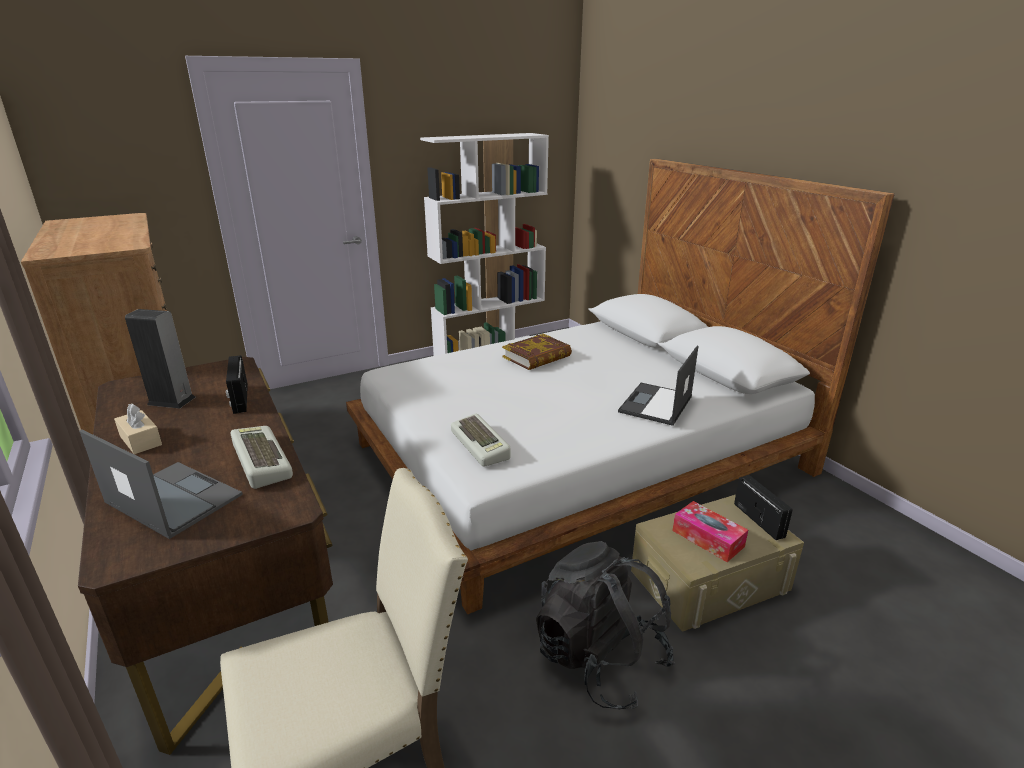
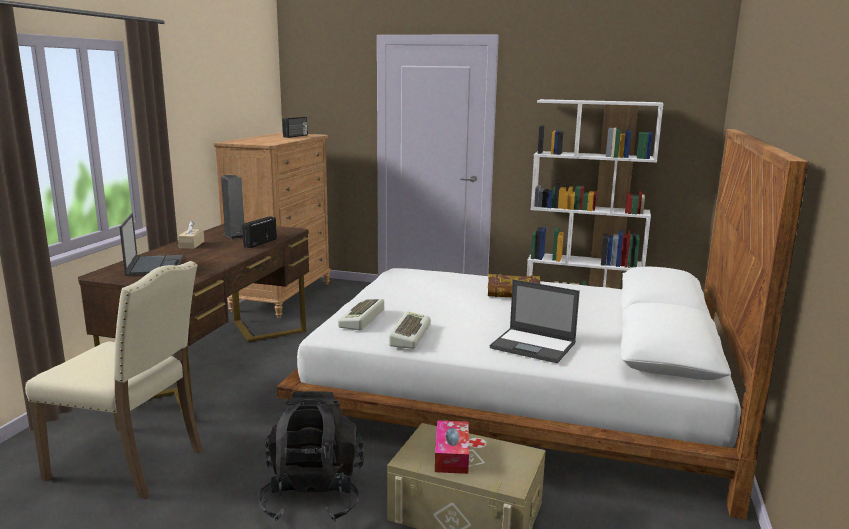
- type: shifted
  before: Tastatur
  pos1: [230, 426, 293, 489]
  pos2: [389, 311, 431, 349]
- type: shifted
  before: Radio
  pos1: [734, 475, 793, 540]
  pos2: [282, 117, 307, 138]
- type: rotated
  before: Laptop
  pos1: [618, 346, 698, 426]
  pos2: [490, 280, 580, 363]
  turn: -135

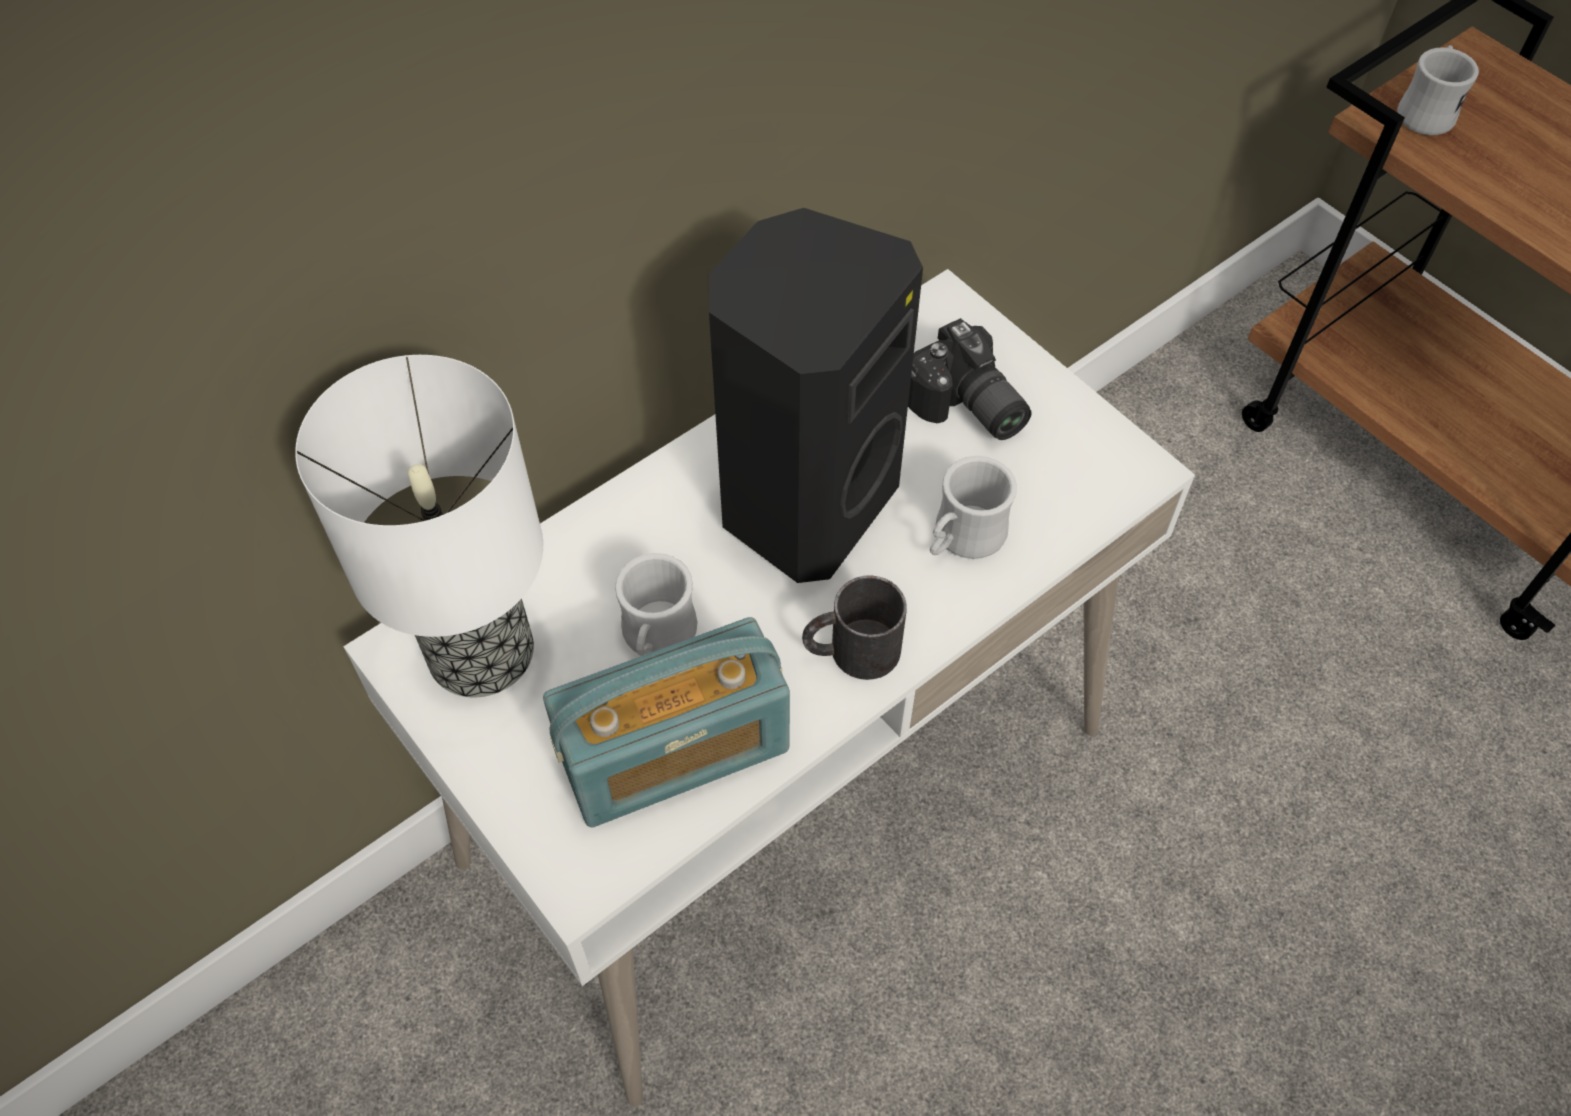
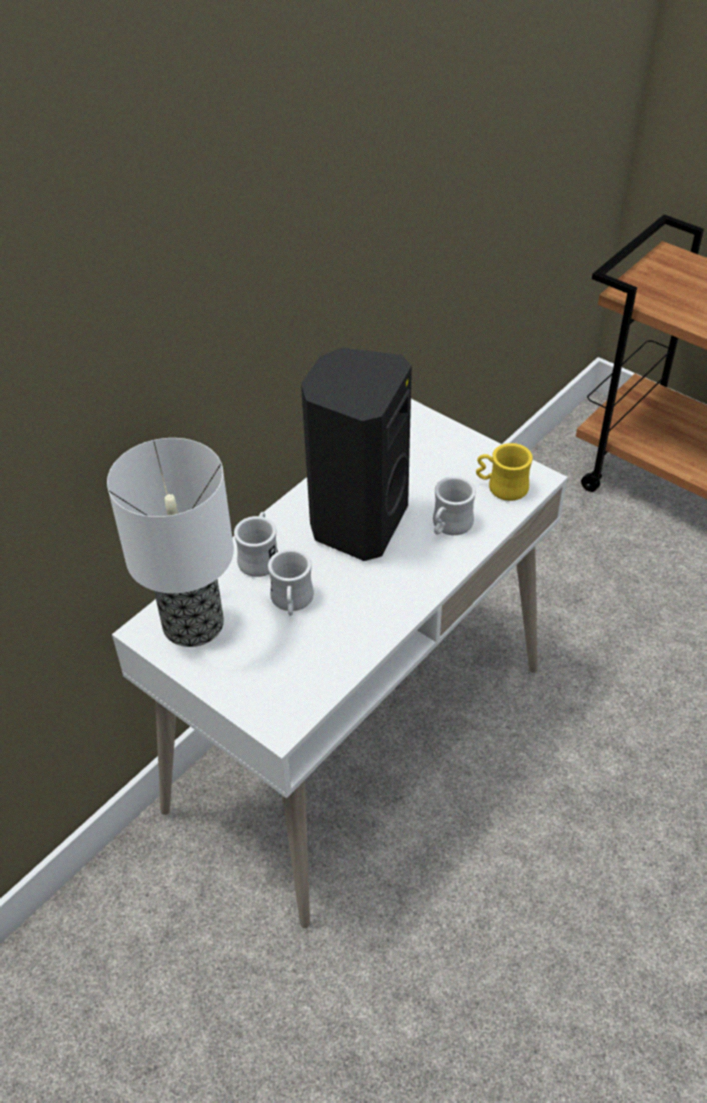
- type: gone
  before: Radio
  pos1: [543, 617, 790, 828]
- type: gone
  before: Henkelbecher (schwarz)
  pos1: [802, 575, 907, 680]
- type: gone
  before: Kamera
  pos1: [908, 318, 1032, 440]
- type: new
  after: Henkelbecher (gelb)
  pos2: [476, 443, 533, 501]
- type: shifted
  before: Henkelbecher (weiß)
  pos1: [1397, 45, 1479, 135]
  pos2: [234, 512, 278, 577]

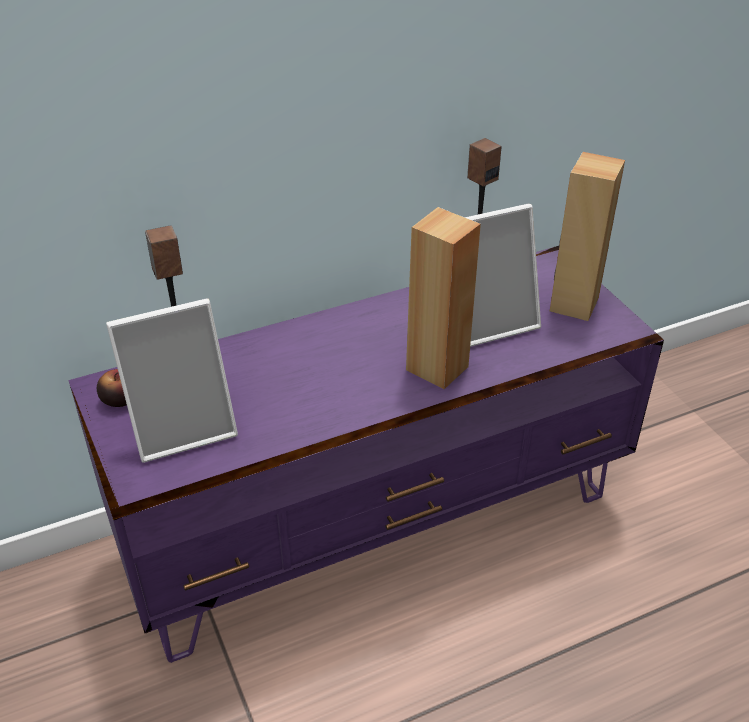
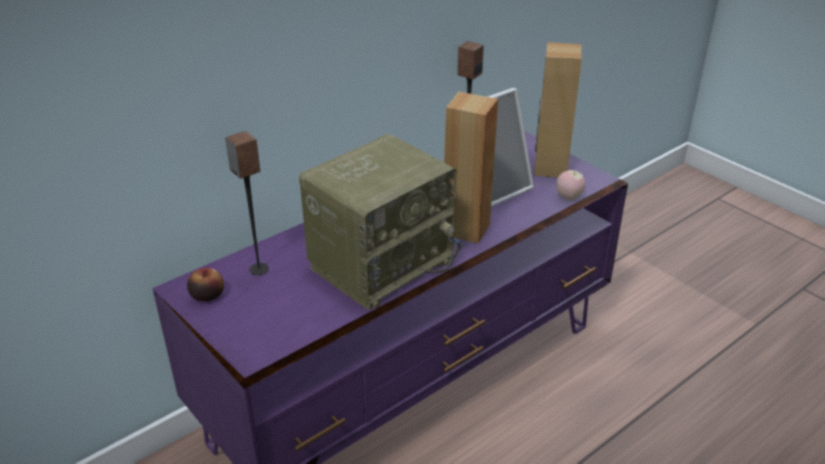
- type: gone
  before: Bilderrahmen
  pos1: [106, 298, 238, 463]
- type: new
  after: Radio
  pos2: [299, 134, 461, 310]
- type: new
  after: Apfel
  pos2: [557, 170, 585, 200]

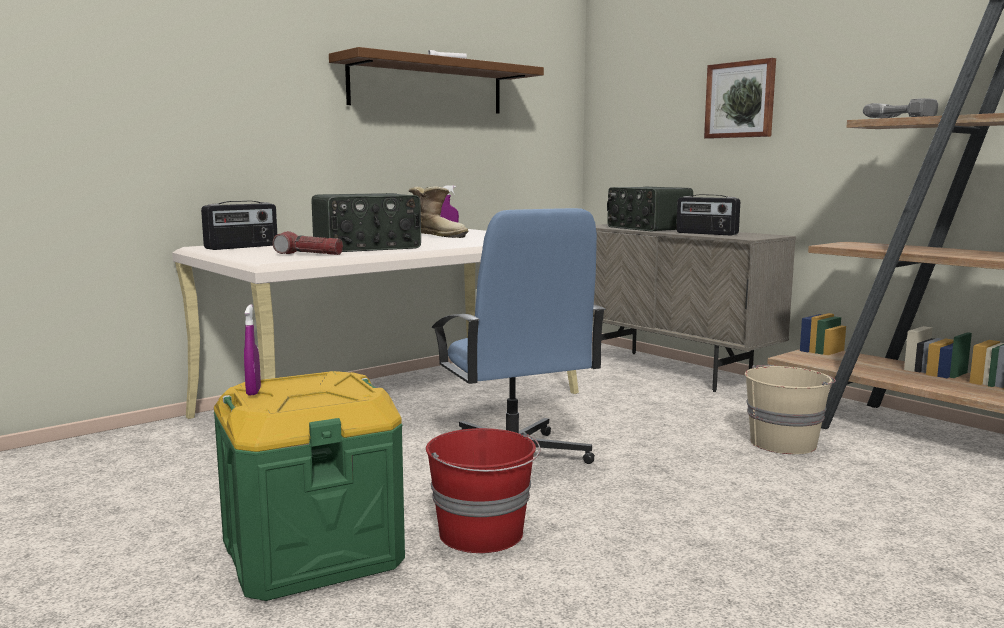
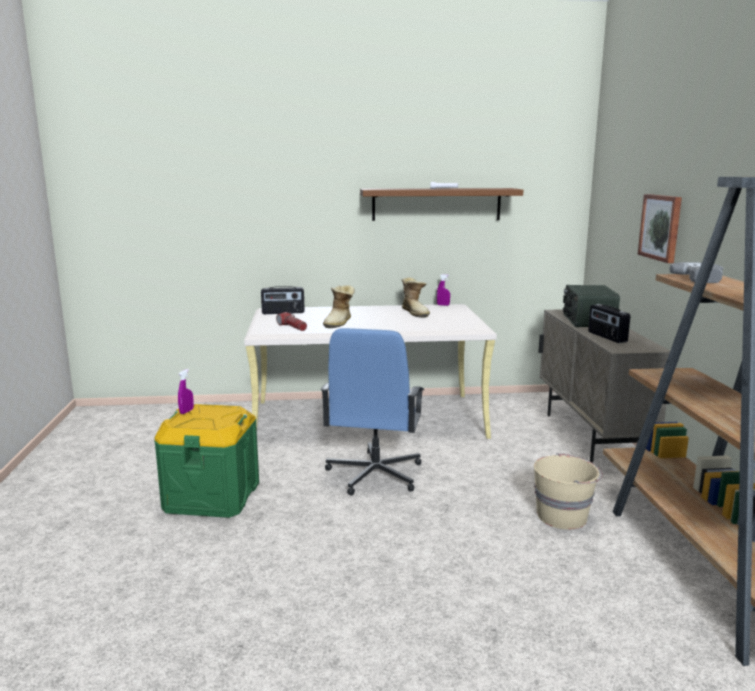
- type: gone
  before: Eimer (rot)
  pos1: [426, 428, 540, 553]
- type: swapped
  before: Radio
  after: Stiefel
  pos1: [311, 193, 421, 252]
  pos2: [323, 285, 355, 328]

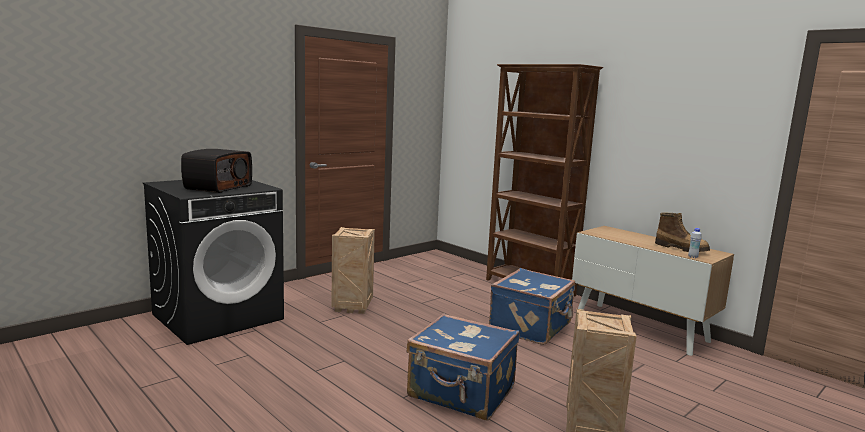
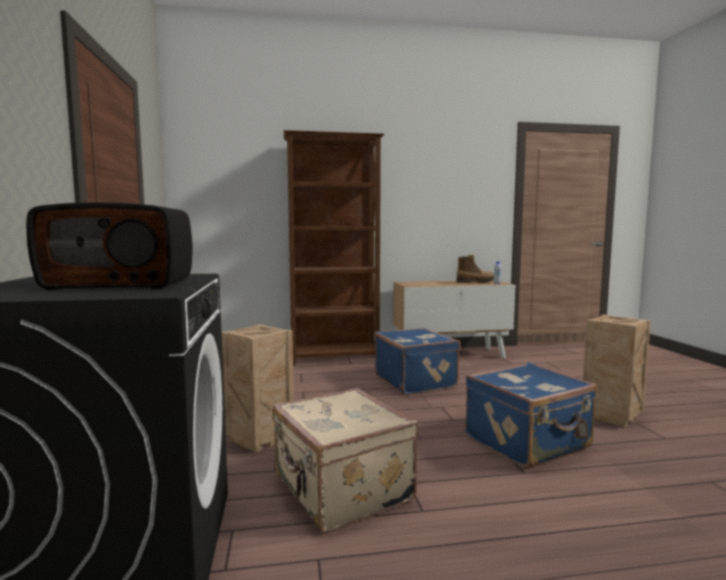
- type: new
  after: Koffer (beige)
  pos2: [272, 388, 418, 532]
- type: rotated
  before: Radio
  pos1: [181, 149, 252, 193]
  pos2: [26, 202, 192, 290]
  turn: 120

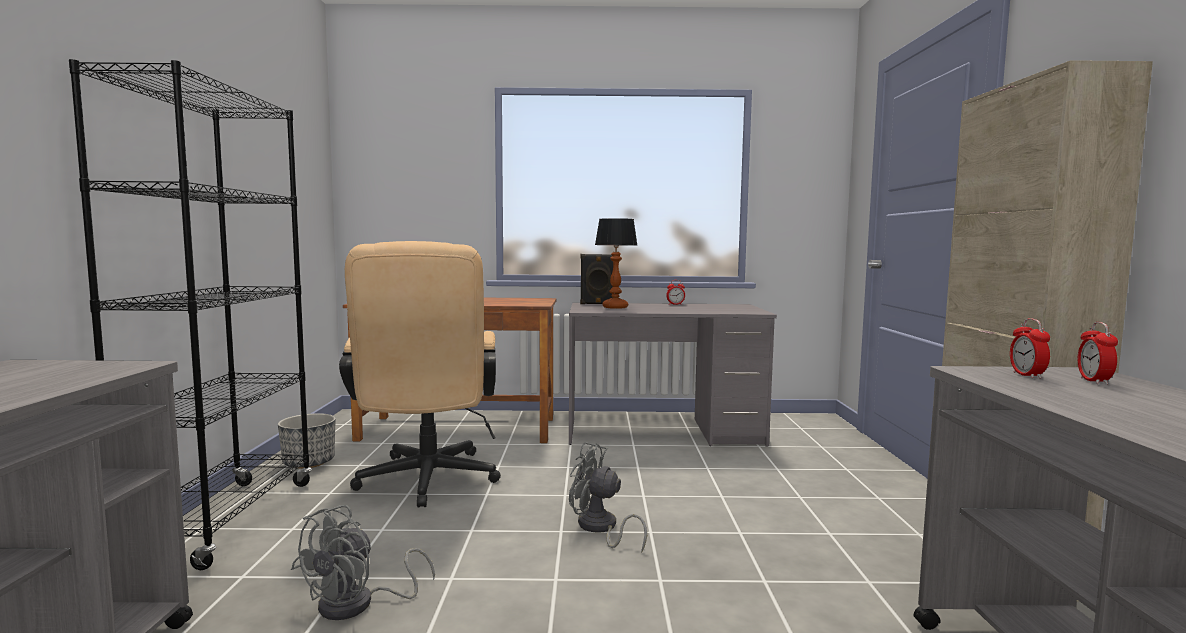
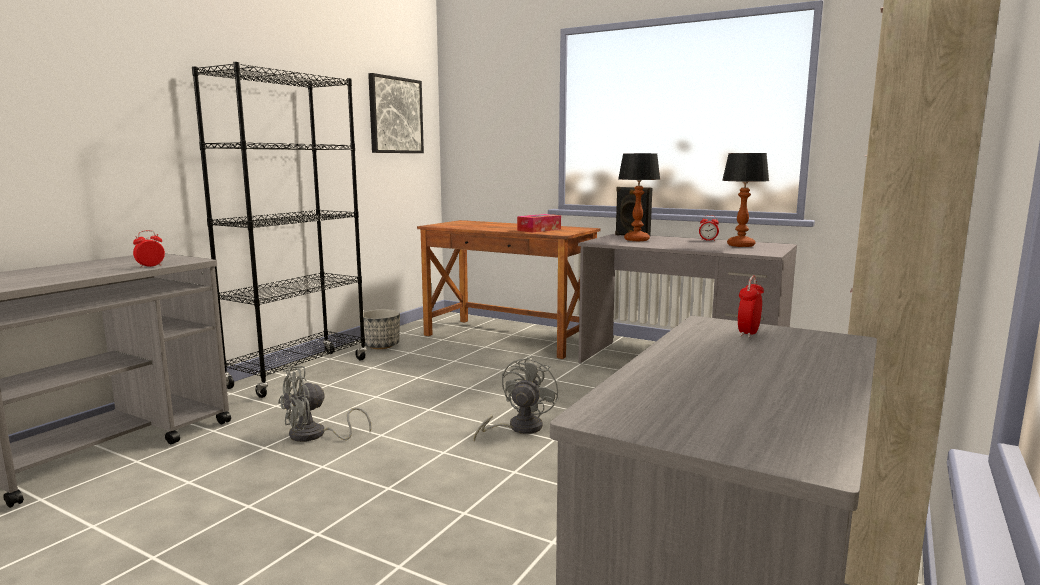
- type: gone
  before: Bürostuhl (beige)
  pos1: [339, 241, 501, 508]
- type: new
  after: Bild
  pos2: [368, 73, 424, 153]
- type: new
  after: Taschentuchbox
  pos2: [517, 214, 561, 232]
- type: new
  after: Tischlampe
  pos2: [722, 153, 769, 247]
- type: shifted
  before: Wecker
  pos1: [1078, 322, 1118, 385]
  pos2: [133, 230, 165, 268]
- type: rotated
  before: Ventilator (grau)
  pos1: [569, 442, 647, 553]
  pos2: [474, 356, 559, 442]
  turn: 60

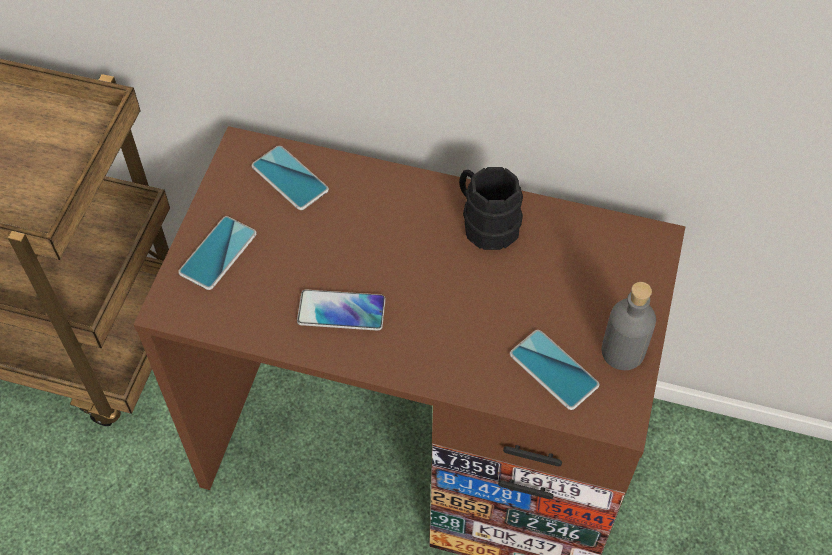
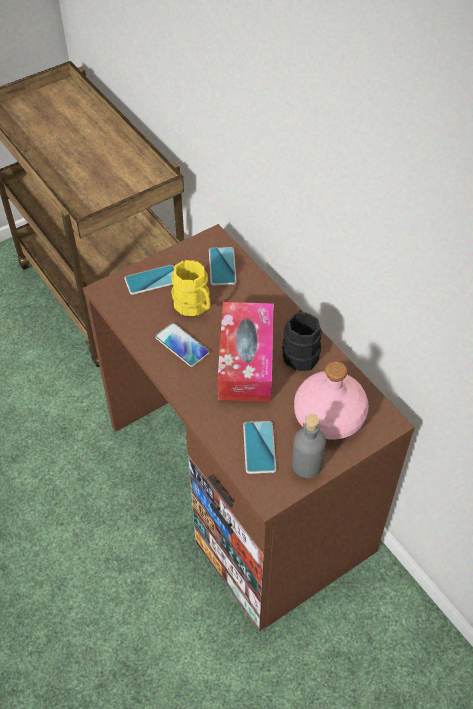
- type: new
  after: Henkelbecher (gelb)
  pos2: [171, 260, 211, 316]
- type: new
  after: Taschentuchbox
  pos2: [217, 302, 274, 402]
- type: new
  after: Flasche (rosa)
  pos2: [294, 361, 369, 440]

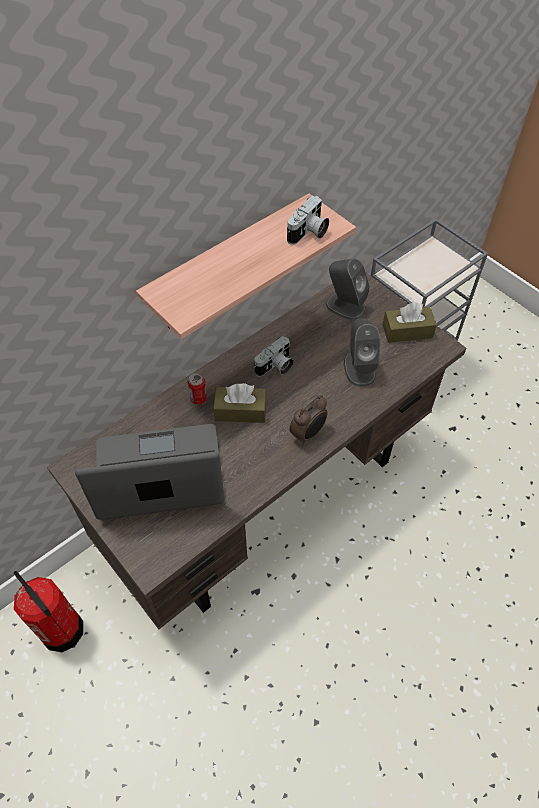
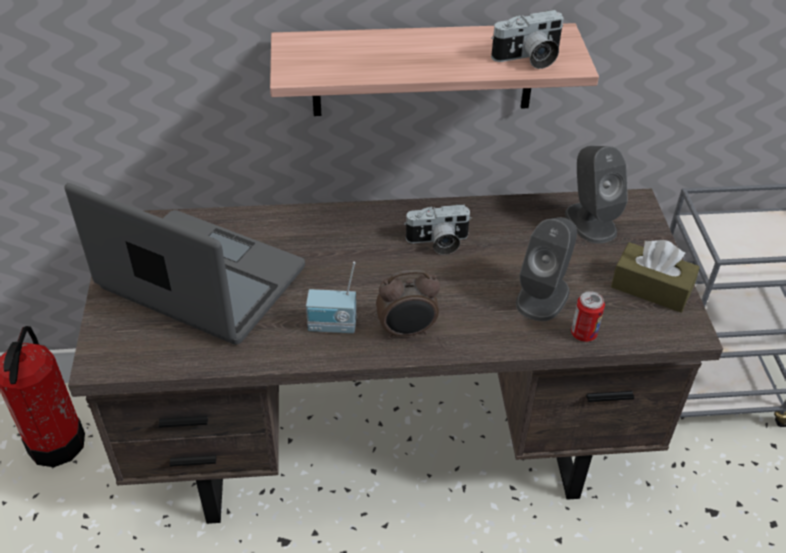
- type: gone
  before: Taschentuchbox (braun)
  pos1: [213, 383, 267, 423]
- type: new
  after: Radio
  pos2: [306, 262, 356, 333]
- type: shifted
  before: Dose
  pos1: [187, 373, 207, 404]
  pos2: [571, 291, 605, 342]

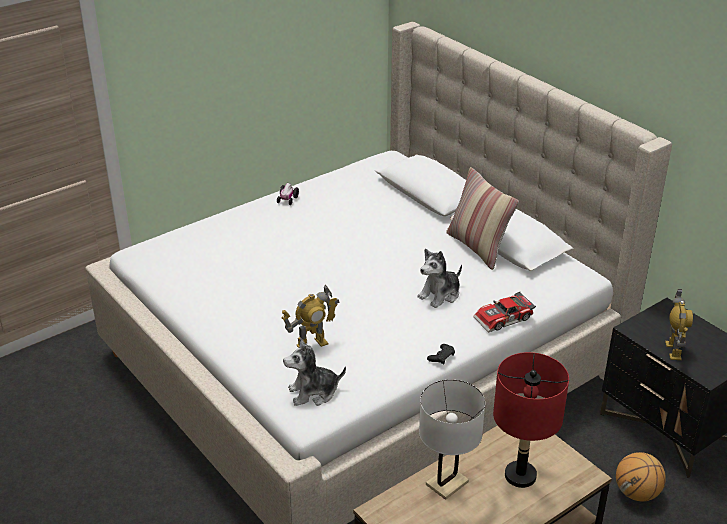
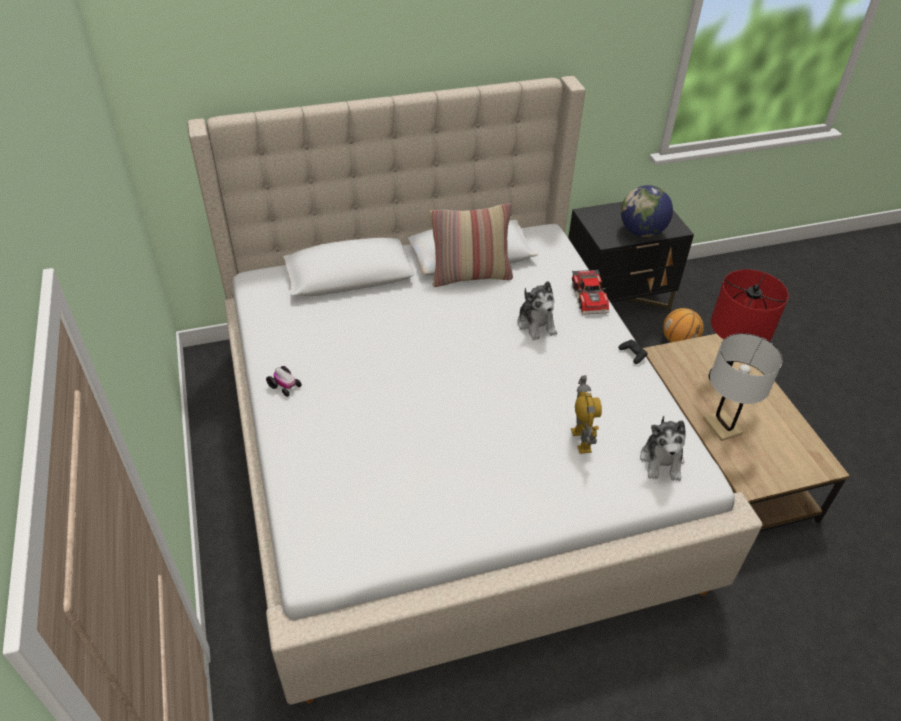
- type: swapped
  before: Spielzeugroboter
  after: Globus
  pos1: [665, 289, 693, 360]
  pos2: [621, 185, 673, 237]

